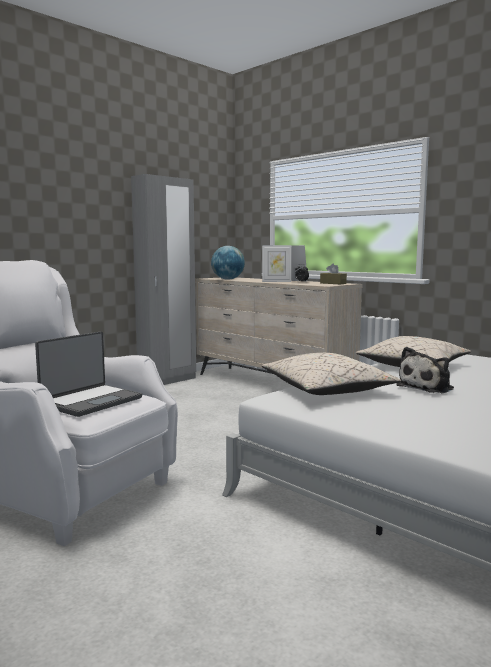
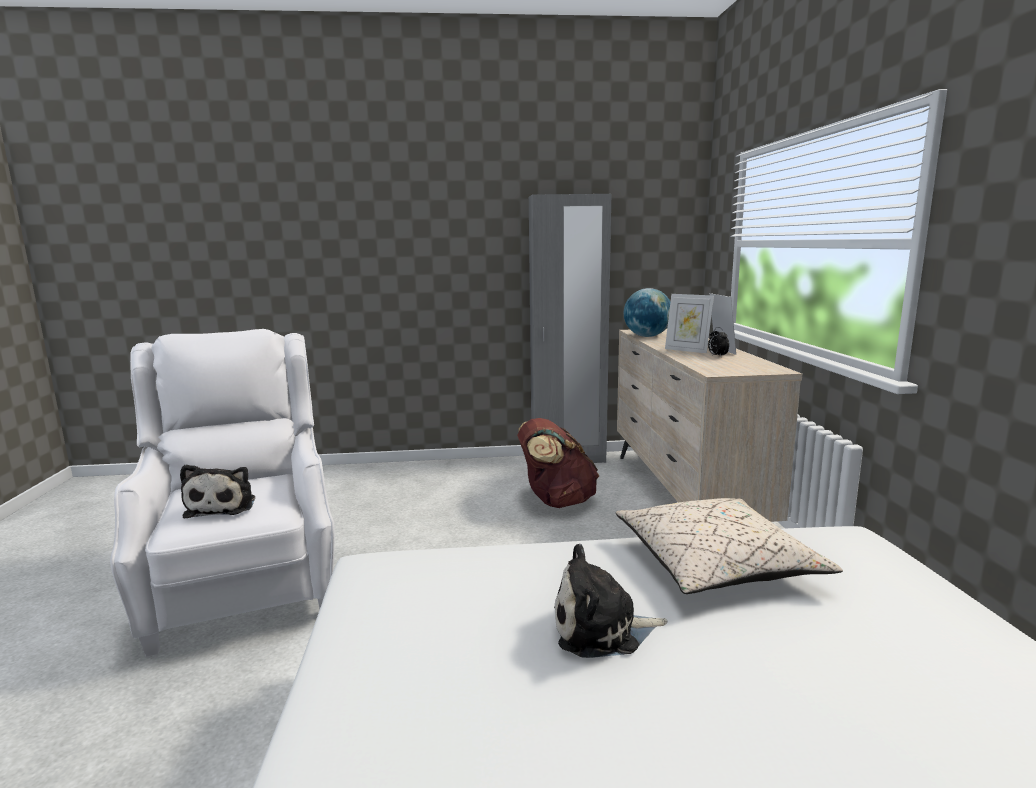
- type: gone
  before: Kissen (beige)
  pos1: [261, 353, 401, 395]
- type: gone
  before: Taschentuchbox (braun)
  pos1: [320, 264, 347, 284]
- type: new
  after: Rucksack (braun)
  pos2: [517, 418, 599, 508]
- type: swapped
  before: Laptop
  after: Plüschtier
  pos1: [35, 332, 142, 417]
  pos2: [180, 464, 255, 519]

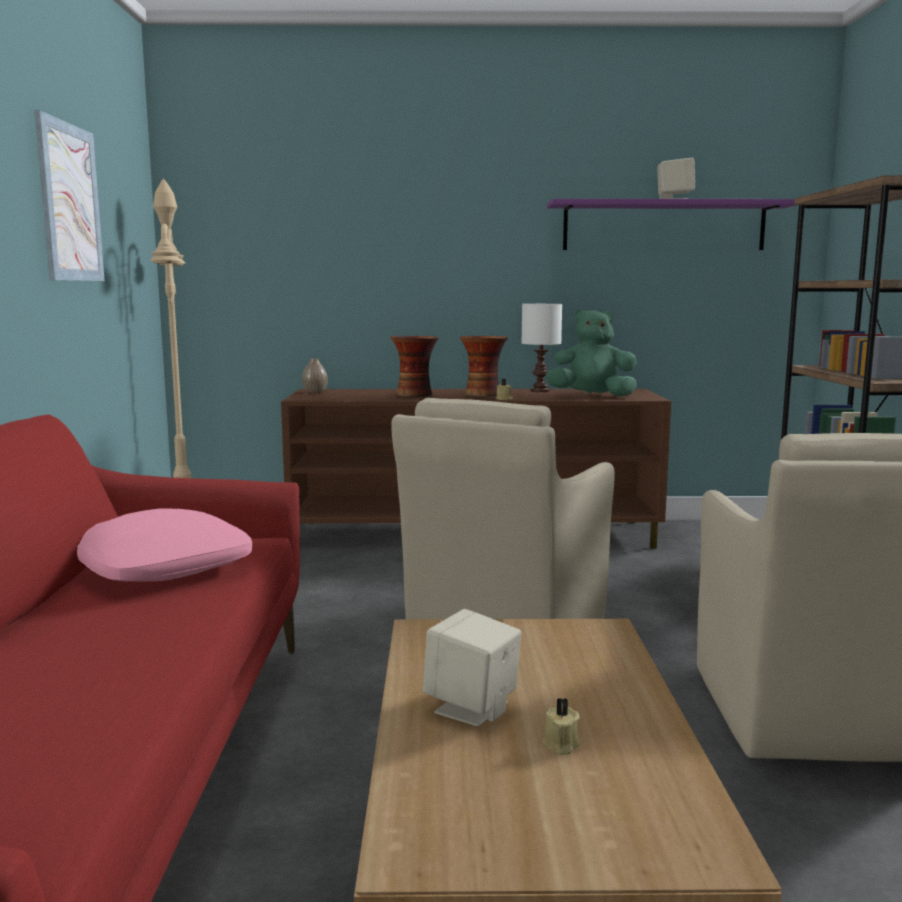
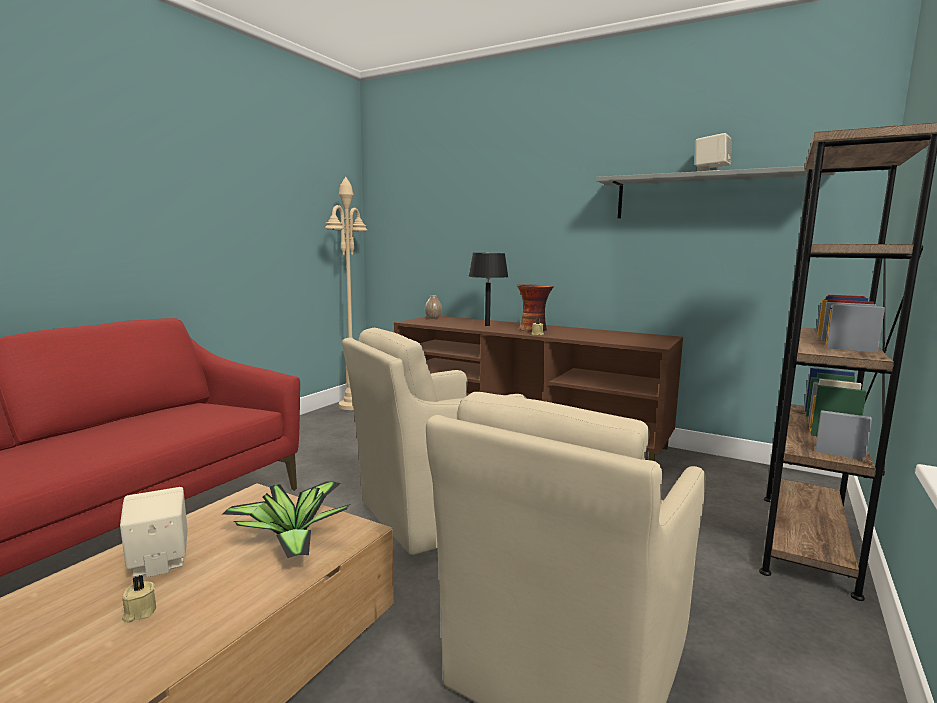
- type: gone
  before: Bild
  pos1: [35, 110, 105, 281]
- type: gone
  before: Kissen (rosa)
  pos1: [77, 508, 252, 582]
- type: gone
  before: Tischlampe (weiß)
  pos1: [522, 304, 562, 392]
- type: gone
  before: Plüschtier (grün)
  pos1: [546, 309, 637, 397]
- type: new
  after: Topfpflanze
  pos2: [222, 481, 350, 558]
- type: swapped
  before: Vase
  after: Tischlampe (schwarz)
  pos1: [390, 336, 439, 397]
  pos2: [468, 253, 508, 326]
- type: repainted
  before: Wandregal (lila)
  after: Wandregal (grau)
  pos1: [547, 199, 796, 250]
  pos2: [596, 166, 836, 218]

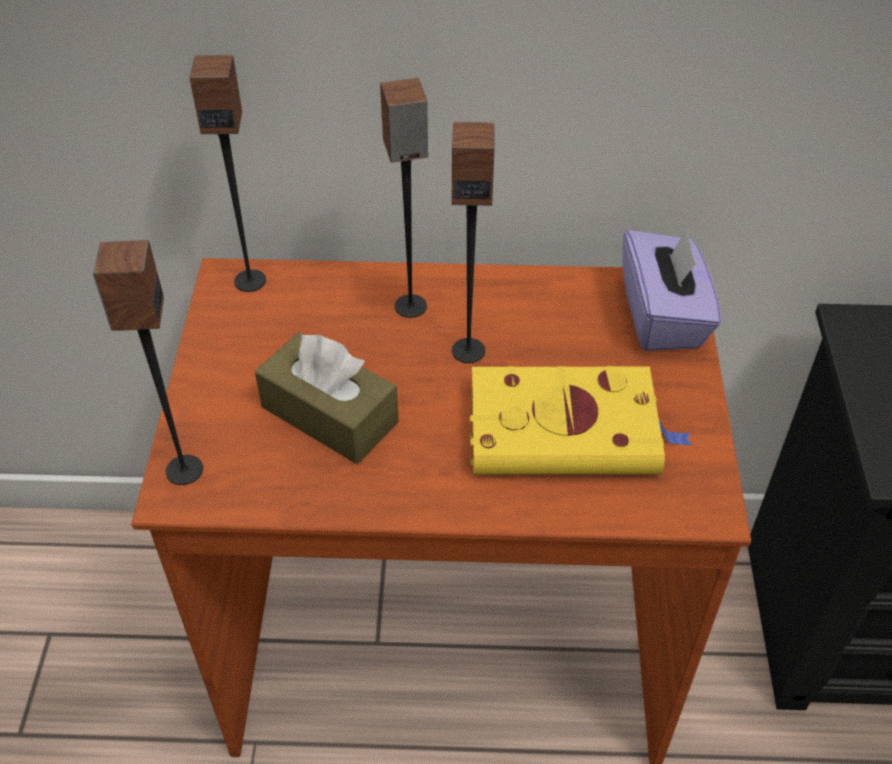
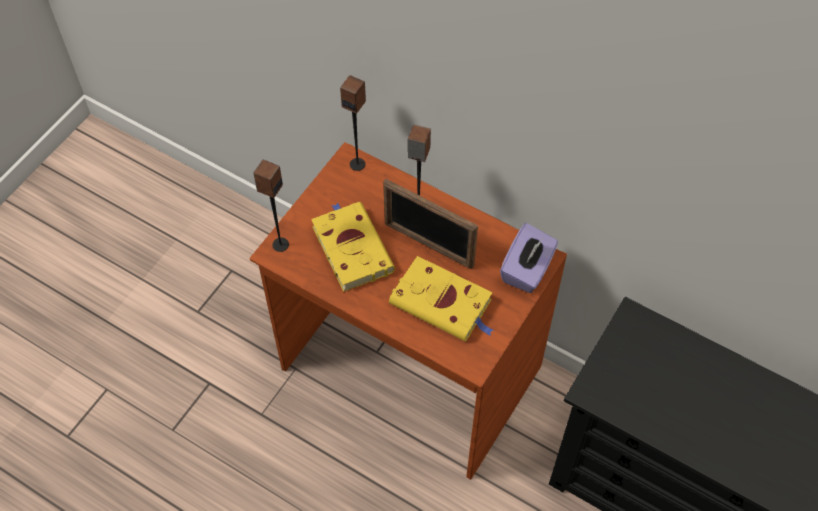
- type: swapped
  before: Taschentuchbox (braun)
  after: Buch (gelb)
  pos1: [255, 332, 399, 464]
  pos2: [311, 202, 395, 292]
- type: swapped
  before: Lautsprecher
  after: Bilderrahmen
  pos1: [452, 121, 495, 363]
  pos2: [383, 179, 478, 269]

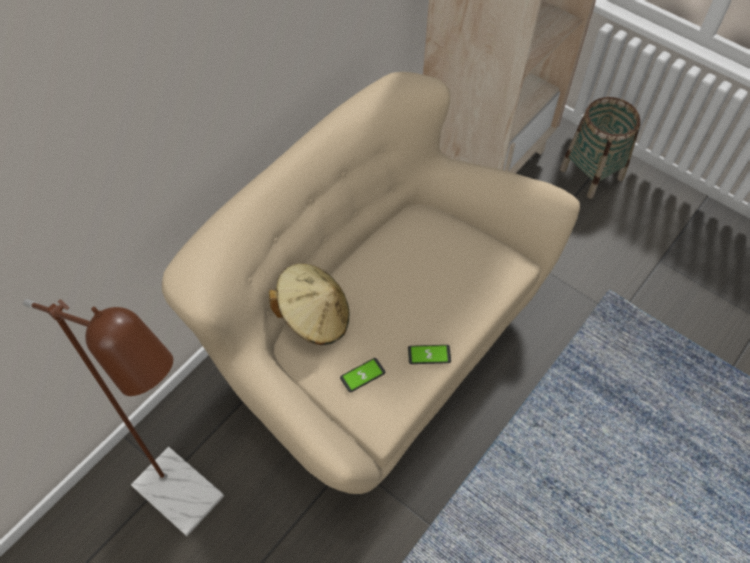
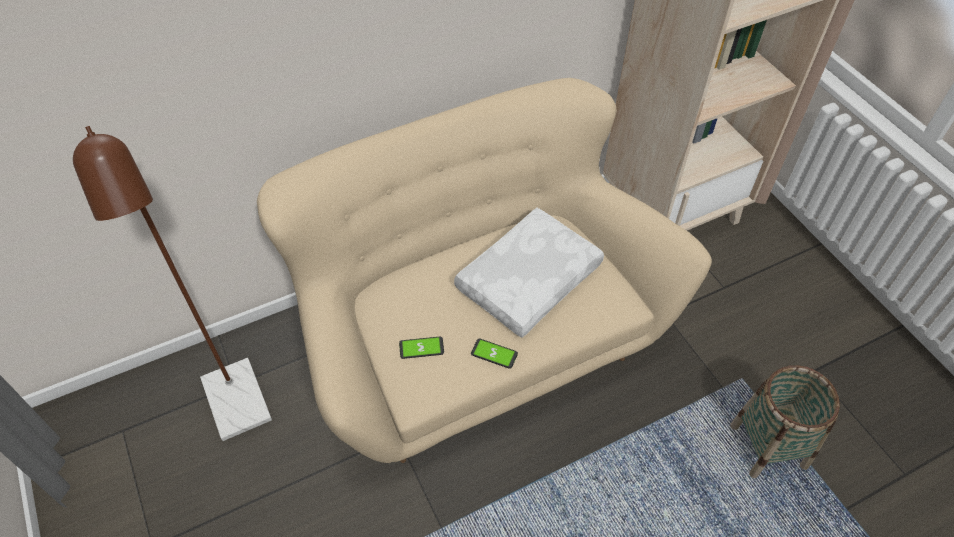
- type: gone
  before: Hut (beige)
  pos1: [269, 264, 350, 345]
- type: new
  after: Kissen (weiß)
  pos2: [454, 208, 604, 338]
- type: shifted
  before: Korb
  pos1: [560, 97, 641, 199]
  pos2: [730, 365, 840, 478]

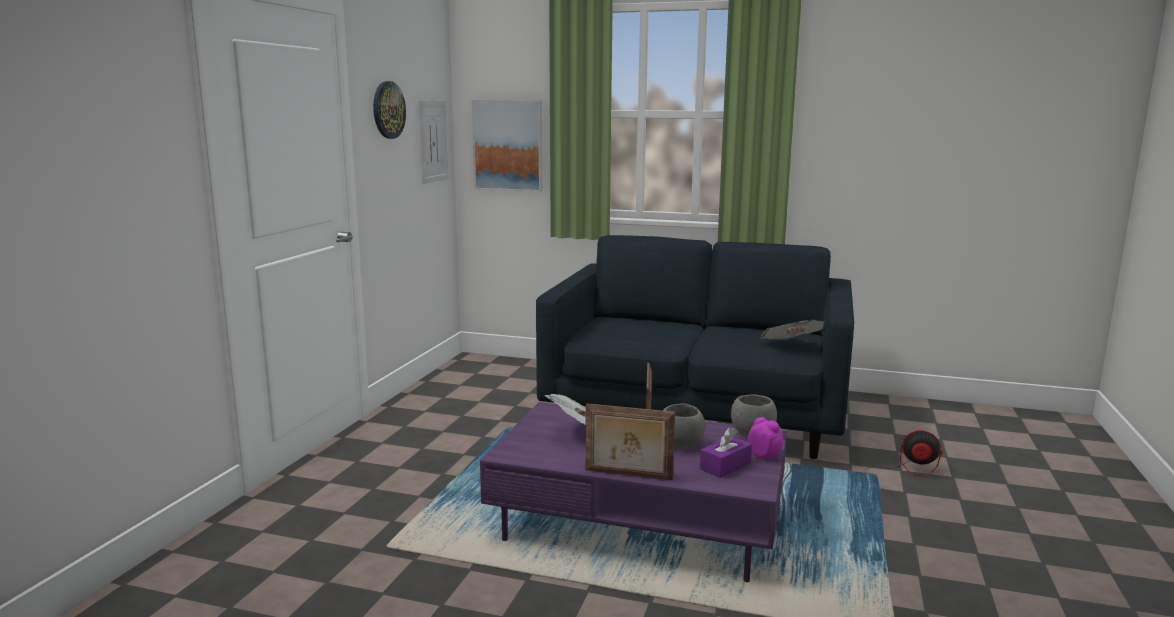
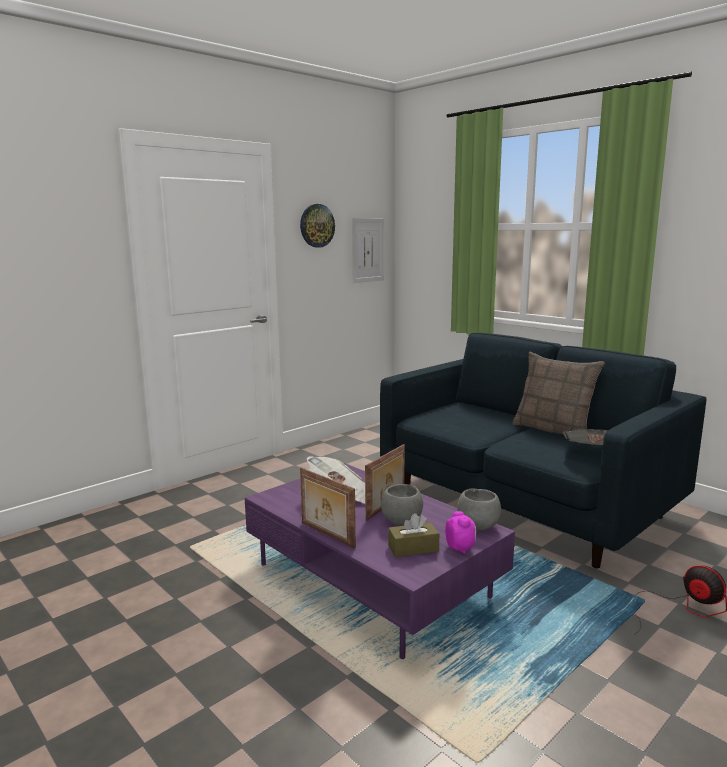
- type: gone
  before: Bild
  pos1: [472, 100, 543, 192]
- type: new
  after: Kissen
  pos2: [512, 352, 605, 435]
- type: repainted
  before: Taschentuchbox (lila)
  after: Taschentuchbox (braun)
  pos1: [700, 427, 752, 478]
  pos2: [388, 513, 439, 557]

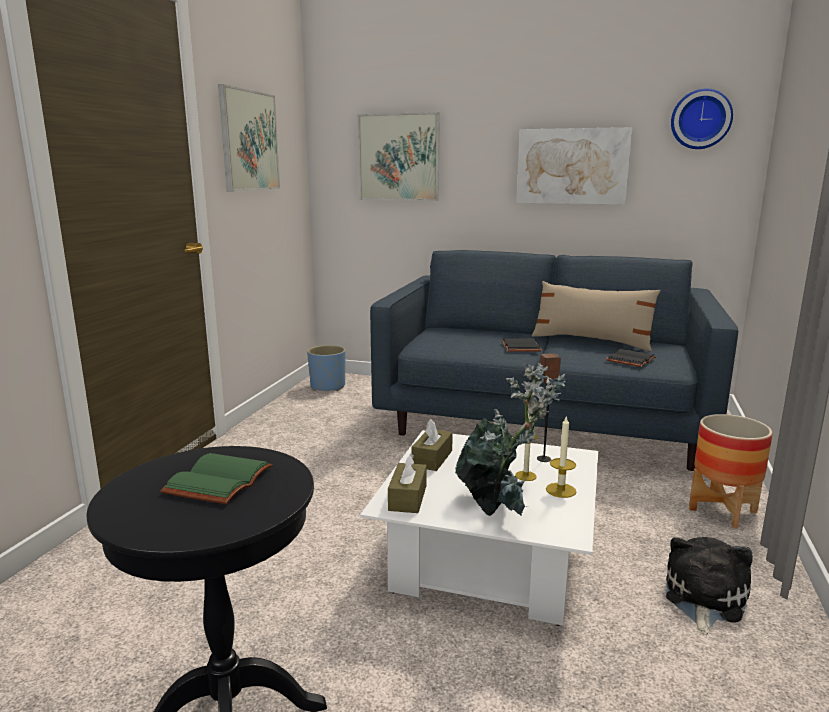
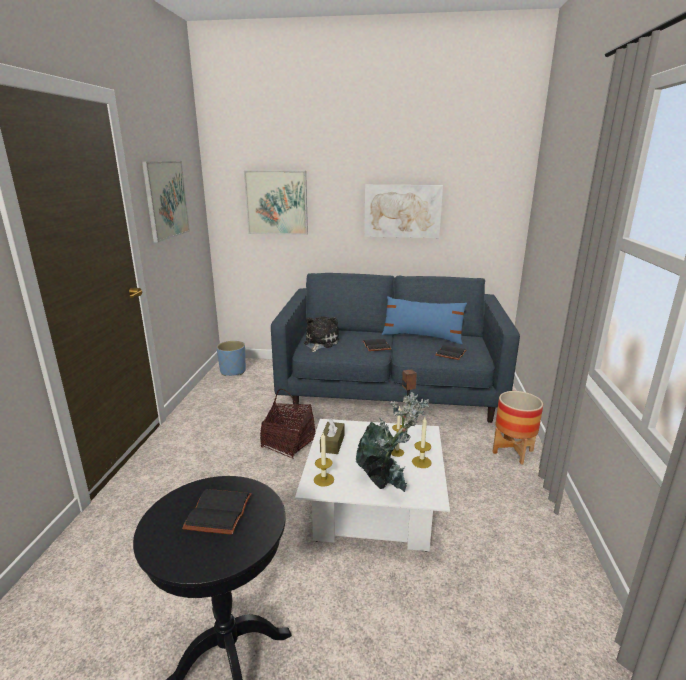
- type: gone
  before: Wanduhr
  pos1: [671, 89, 733, 149]
- type: new
  after: Korb
  pos2: [260, 389, 315, 459]
- type: shifted
  before: Plüschtier
  pos1: [666, 537, 753, 635]
  pos2: [304, 316, 339, 352]
- type: swapped
  before: Taschentuchbox (braun)
  after: Kerze
  pos1: [388, 453, 427, 513]
  pos2: [314, 433, 334, 487]
- type: repainted
  before: Buch (grün)
  after: Buch (schwarz)
  pos1: [160, 453, 273, 504]
  pos2: [182, 489, 252, 535]
- type: repainted
  before: Kissen (beige)
  after: Kissen (blau)
  pos1: [532, 281, 661, 351]
  pos2: [382, 296, 467, 344]

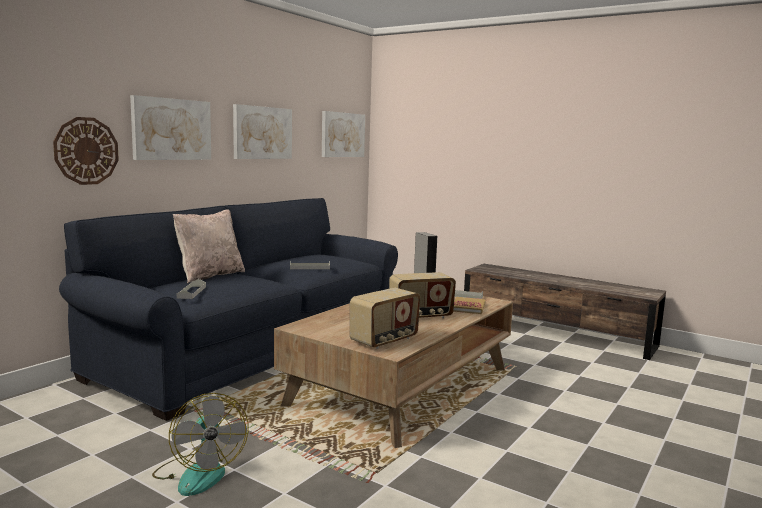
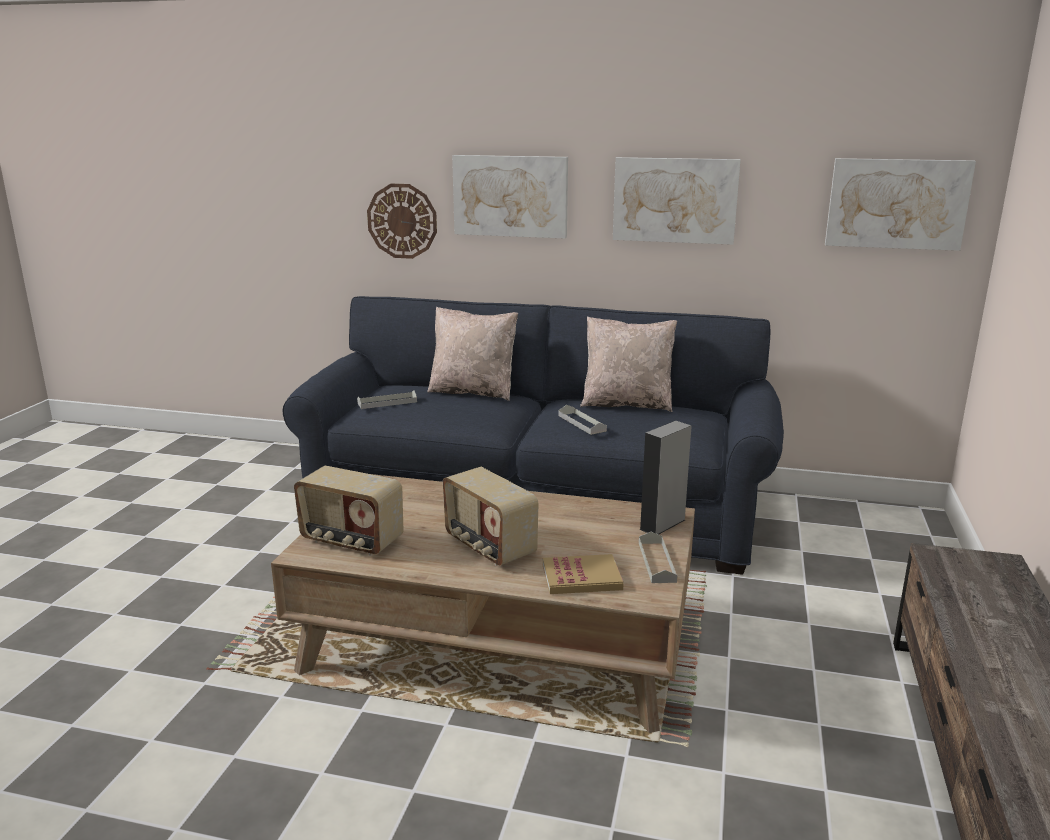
- type: gone
  before: Ventilator
  pos1: [152, 393, 249, 496]
- type: new
  after: Kissen (beige)
  pos2: [580, 316, 677, 412]

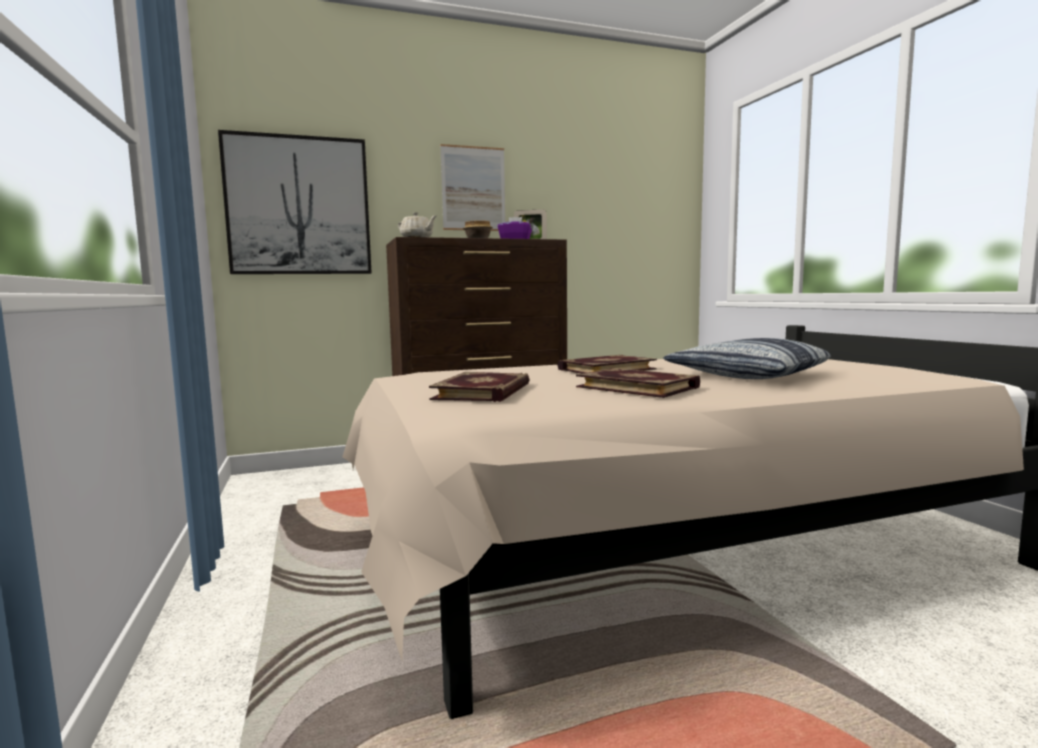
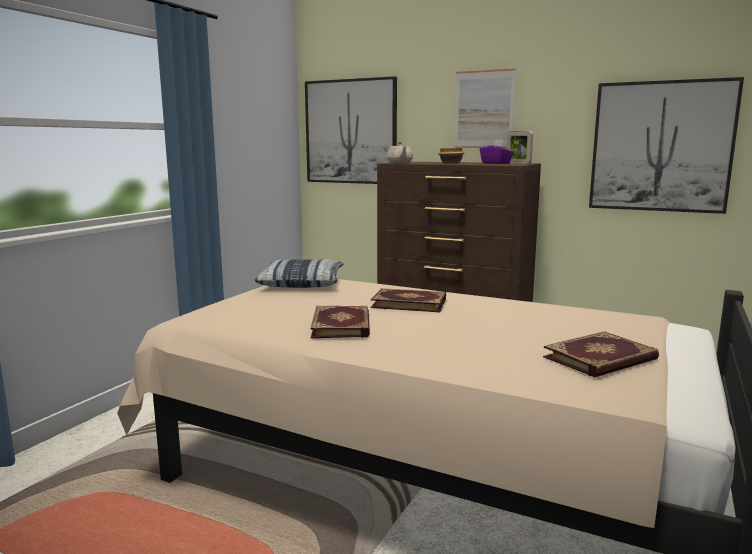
- type: new
  after: Bild
  pos2: [589, 77, 744, 214]
- type: shifted
  before: Buch
  pos1: [429, 372, 530, 402]
  pos2: [543, 331, 659, 377]
- type: shifted
  before: Kissen
  pos1: [663, 338, 831, 379]
  pos2: [255, 259, 344, 288]

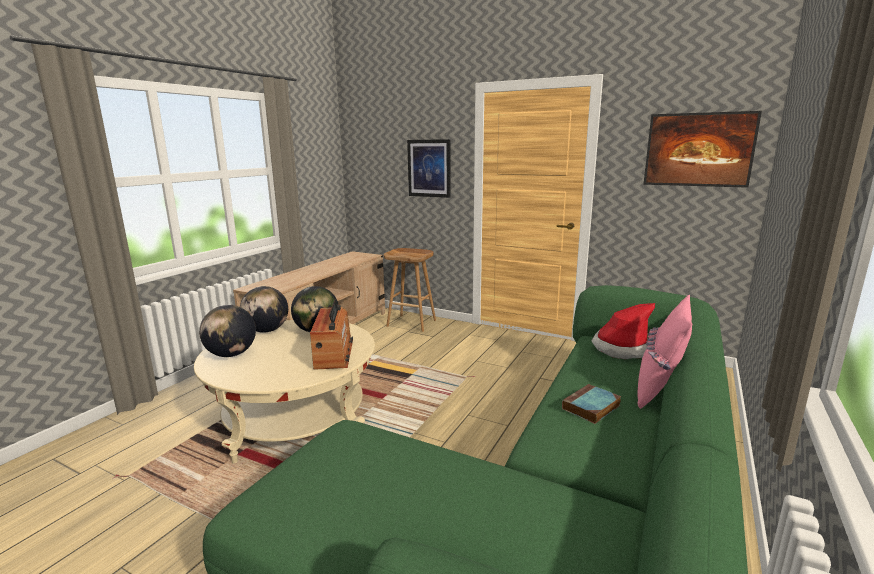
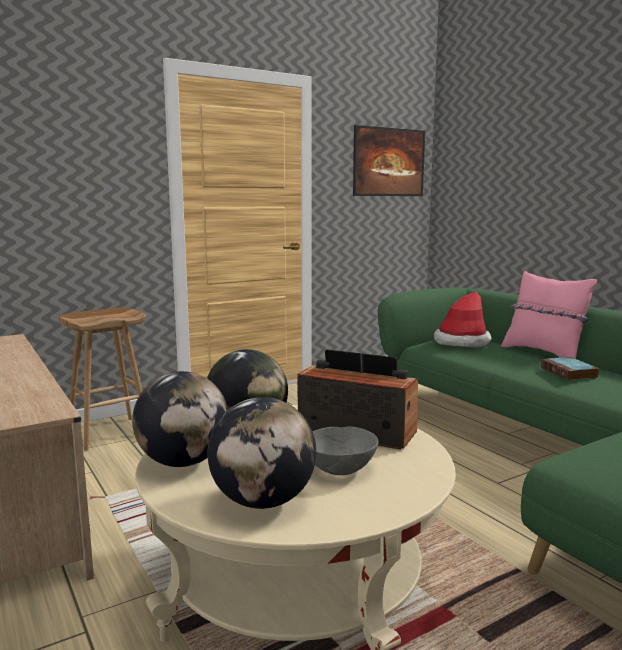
- type: gone
  before: Bild
  pos1: [407, 139, 450, 198]
- type: new
  after: Schüssel (grau)
  pos2: [313, 427, 378, 475]

